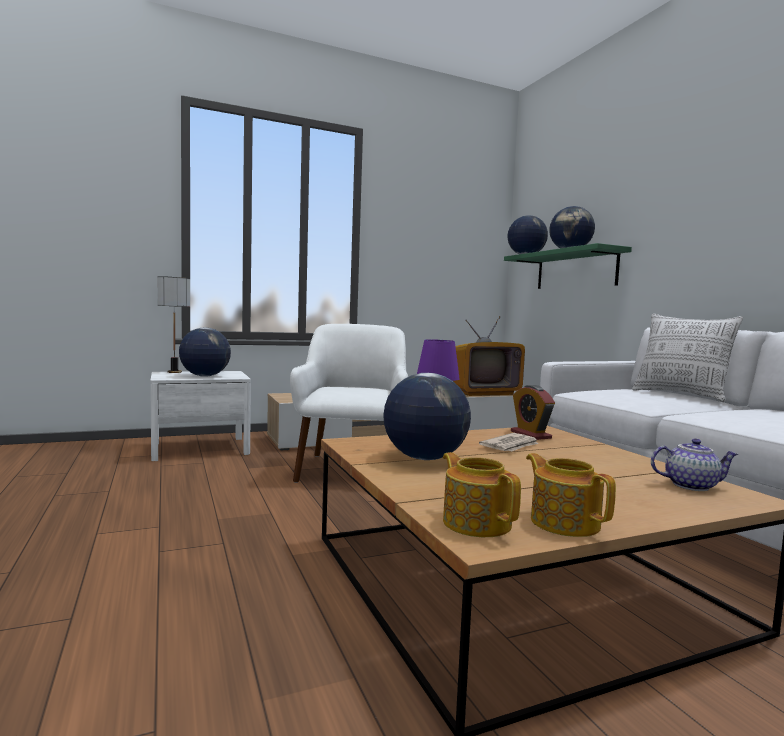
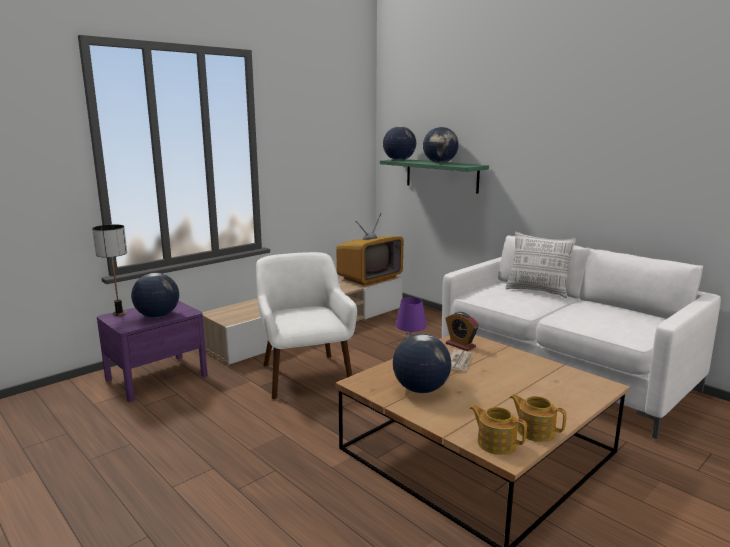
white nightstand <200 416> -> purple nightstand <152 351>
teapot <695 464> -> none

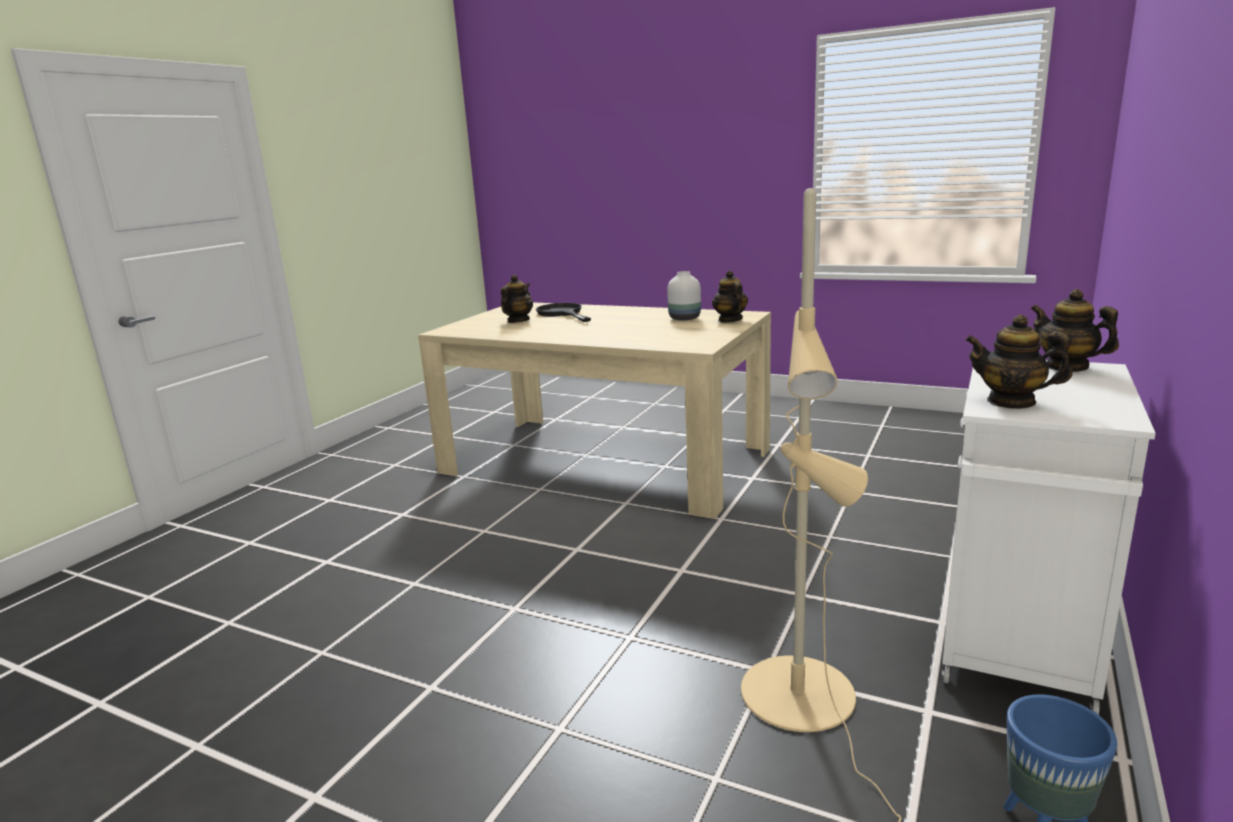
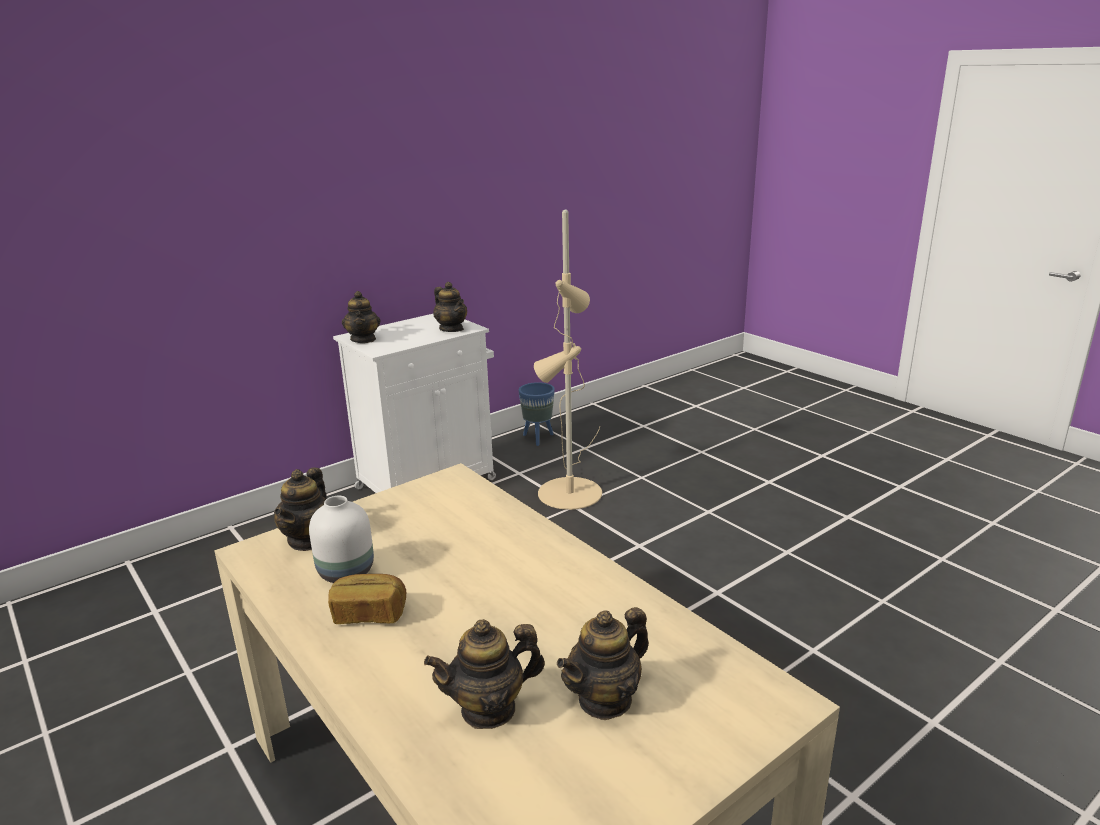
none -> bread <367 599>
black frying pan <563 312> -> teapot <484 674>

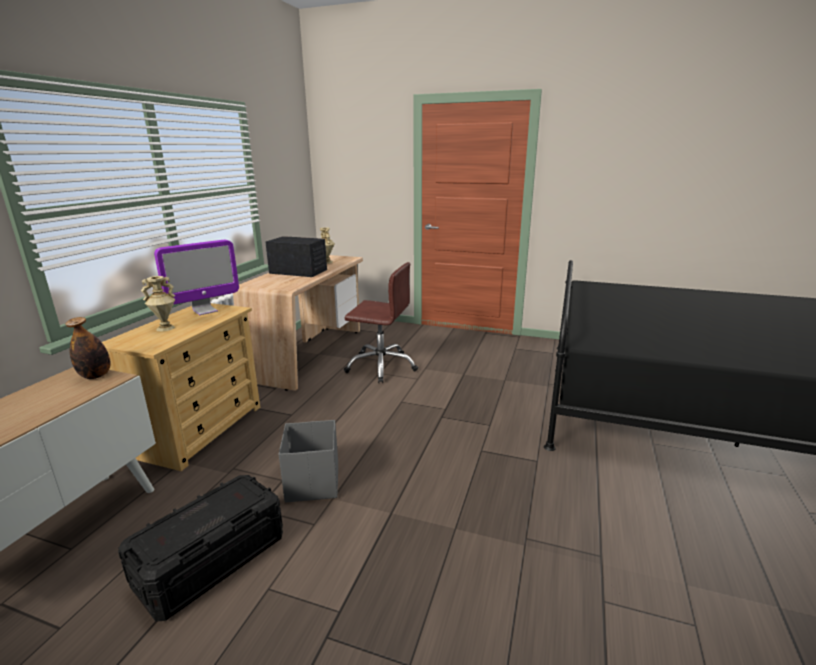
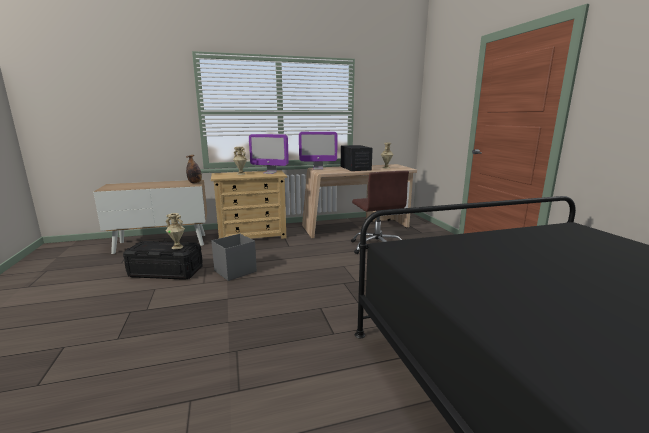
none -> beige vase <175 231>
none -> monitor <318 150>

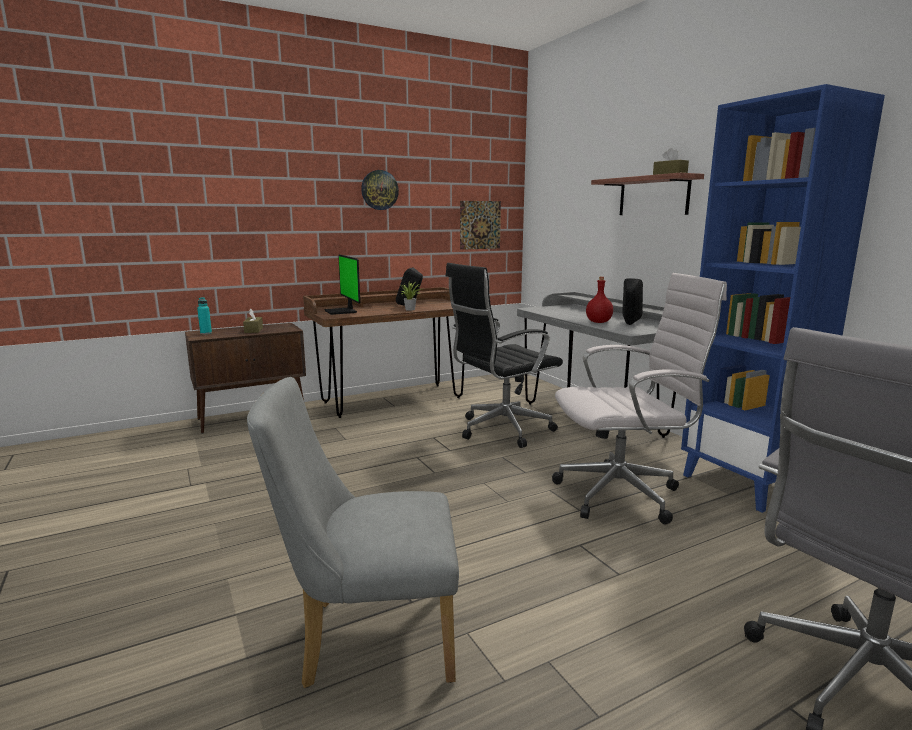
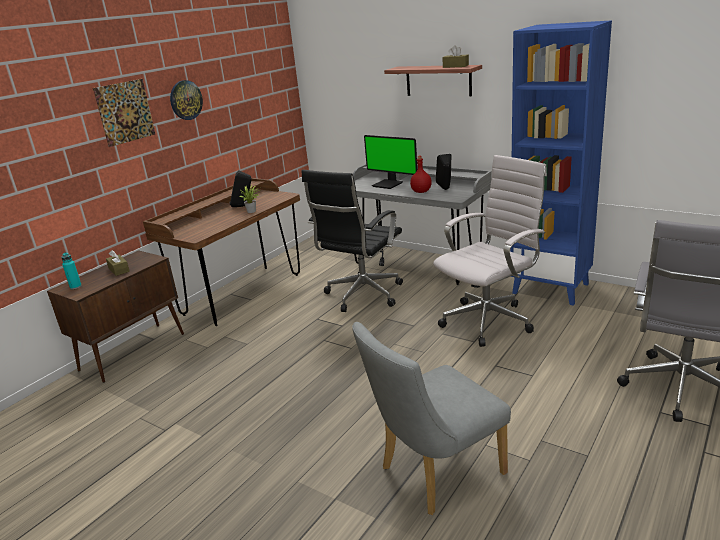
picture <480 225> -> picture <124 113>, shifted
monitor <342 284> -> monitor <391 162>, shifted

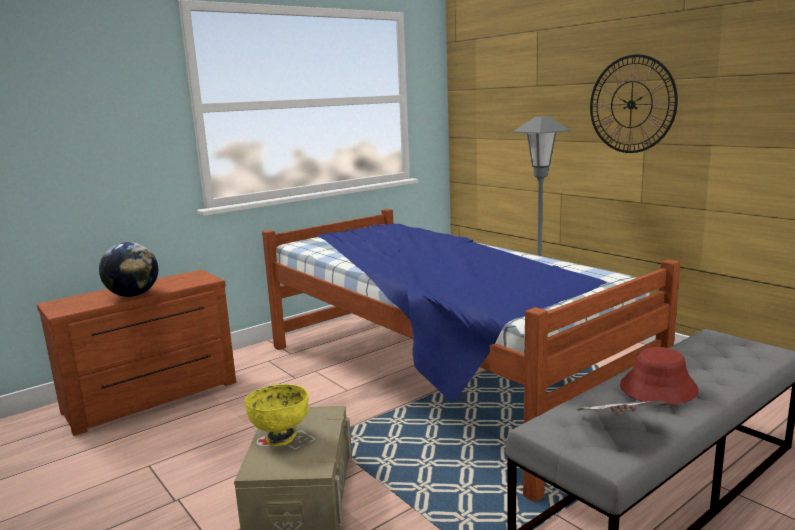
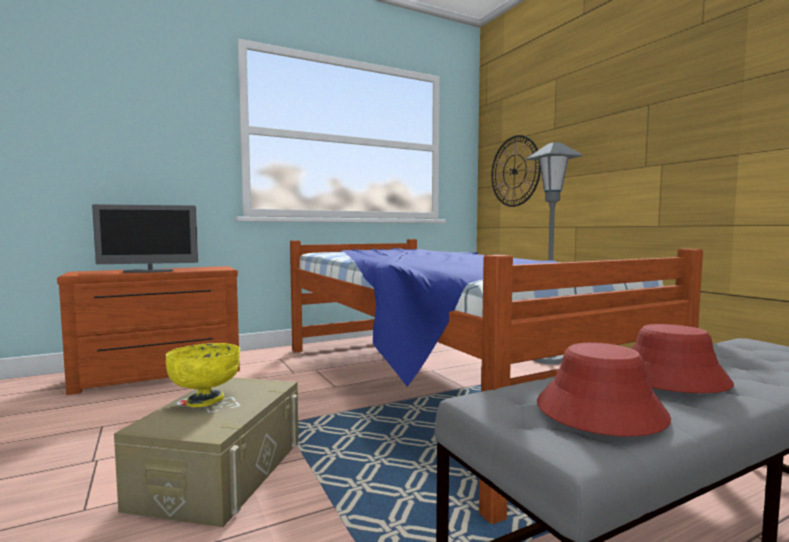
globe <128 269> -> monitor <145 238>
wall clock <634 103> -> wall clock <516 171>, shifted
newspaper <621 408> -> red hat <604 389>

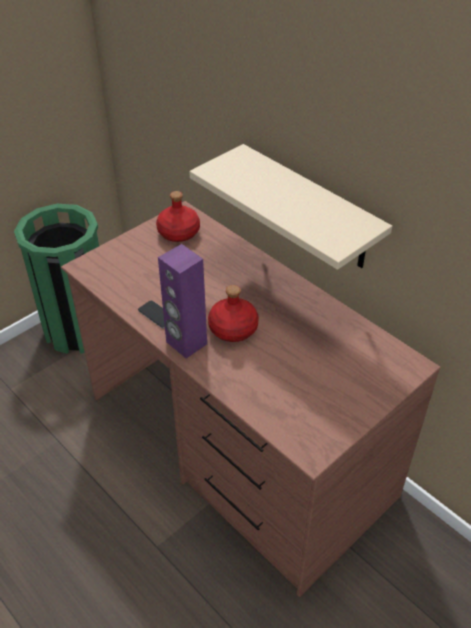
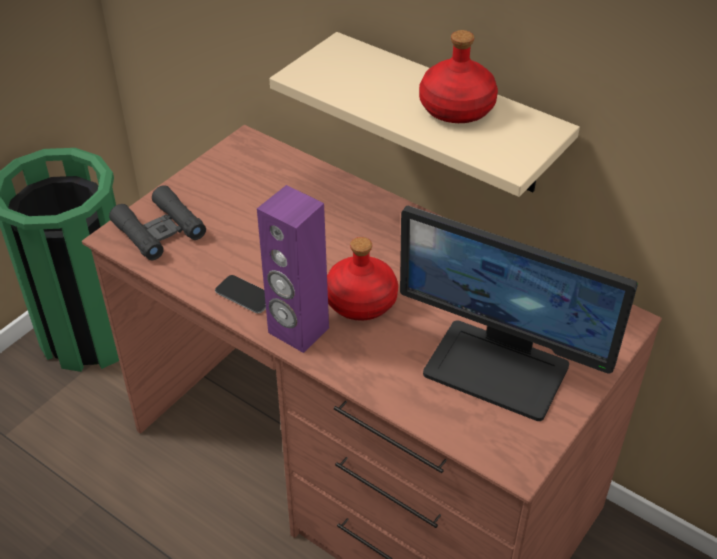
none -> black binoculars <157 222>
none -> monitor <519 313>
red bottle <178 216> -> red bottle <458 76>, shifted

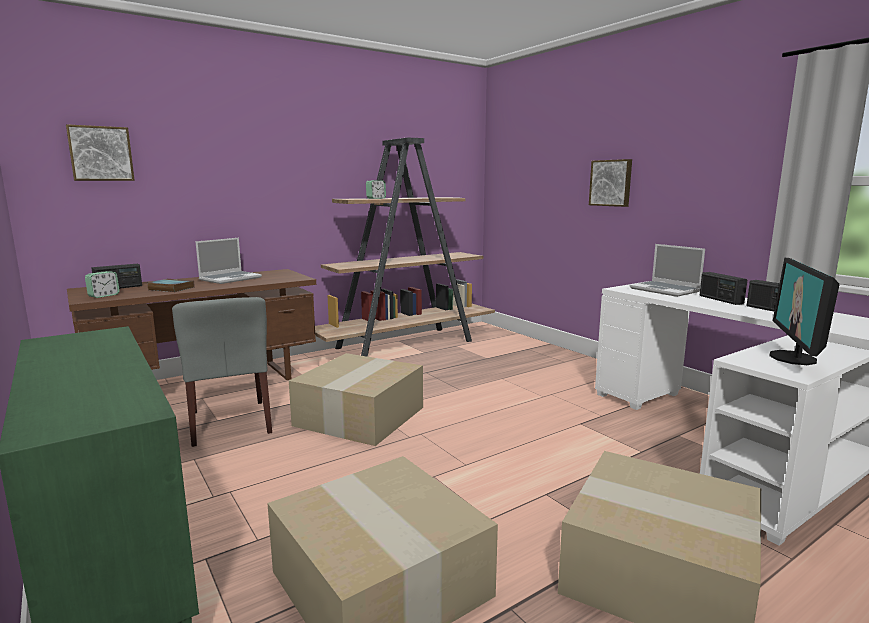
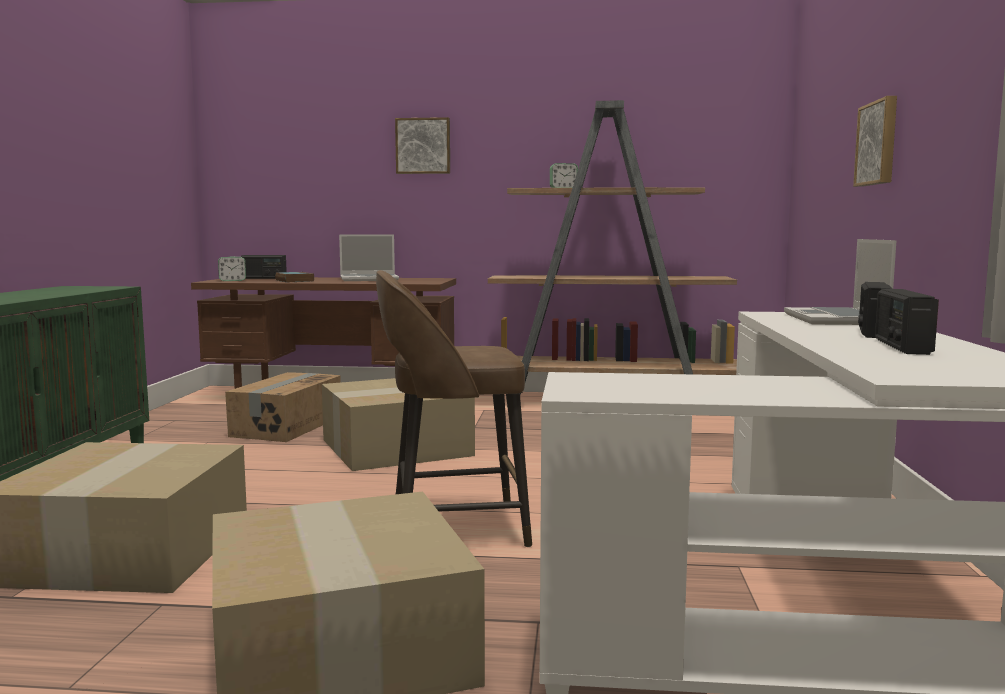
grey chair <222 372> -> cardboard box <283 407>
none -> brown stool <454 408>
picture <100 152> -> picture <422 145>, shifted
monitor <804 311> -> none

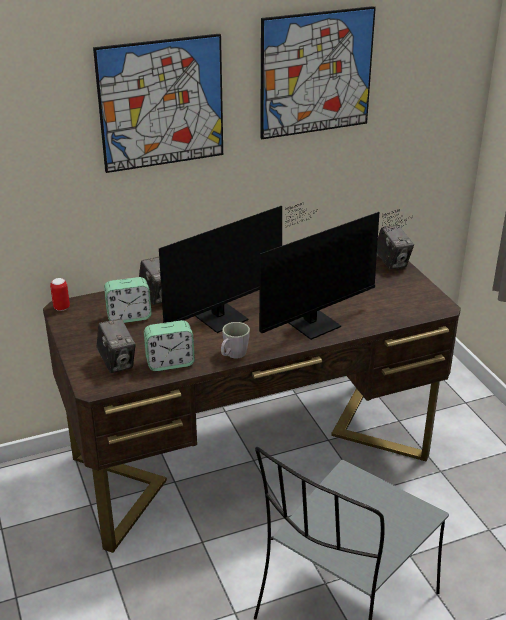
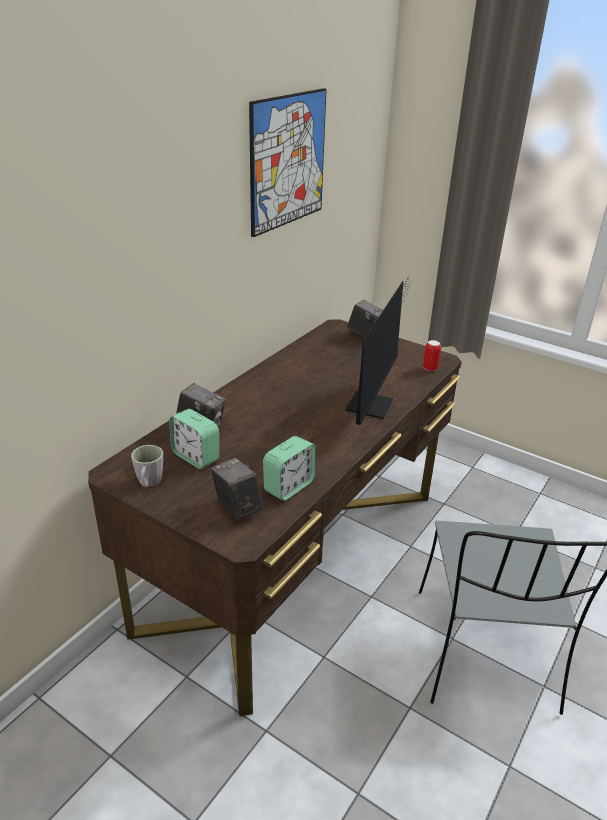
grey mug <235 340> -> grey mug <147 466>, shifted
alarm clock <128 300> -> alarm clock <194 439>, 90 degrees clockwise
photo camera <116 345> -> photo camera <237 489>, 150 degrees counterclockwise
can <60 294> -> can <432 355>, shifted
picture <158 103> -> none
monitor <238 268> -> none

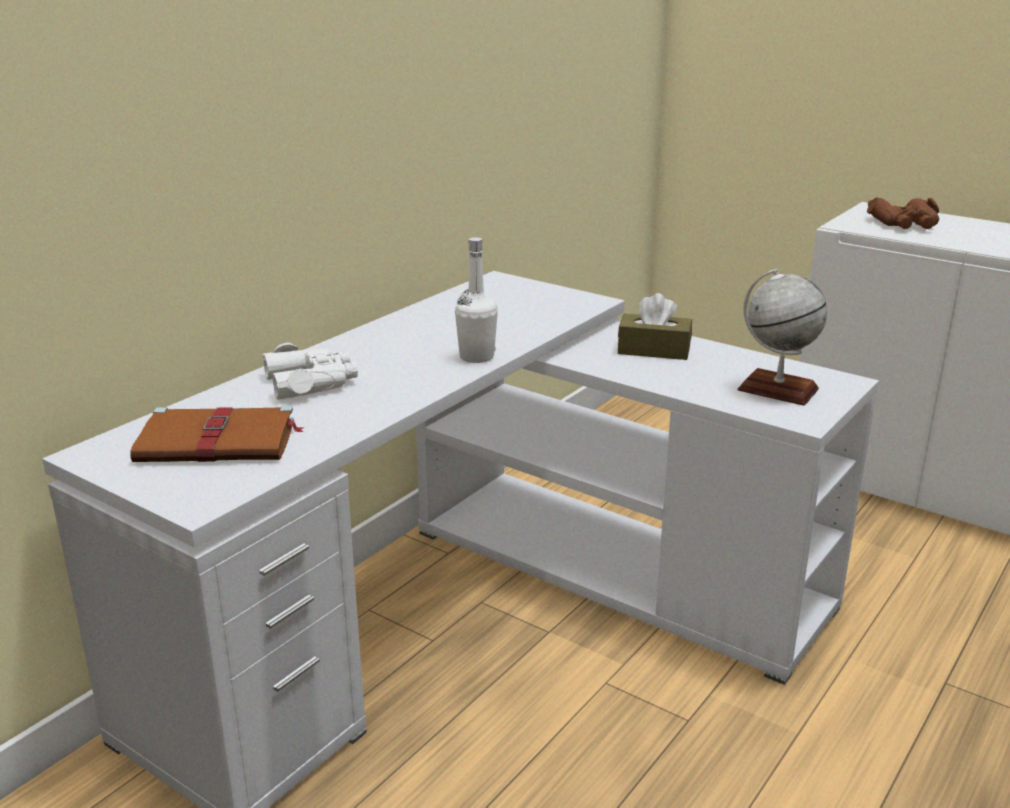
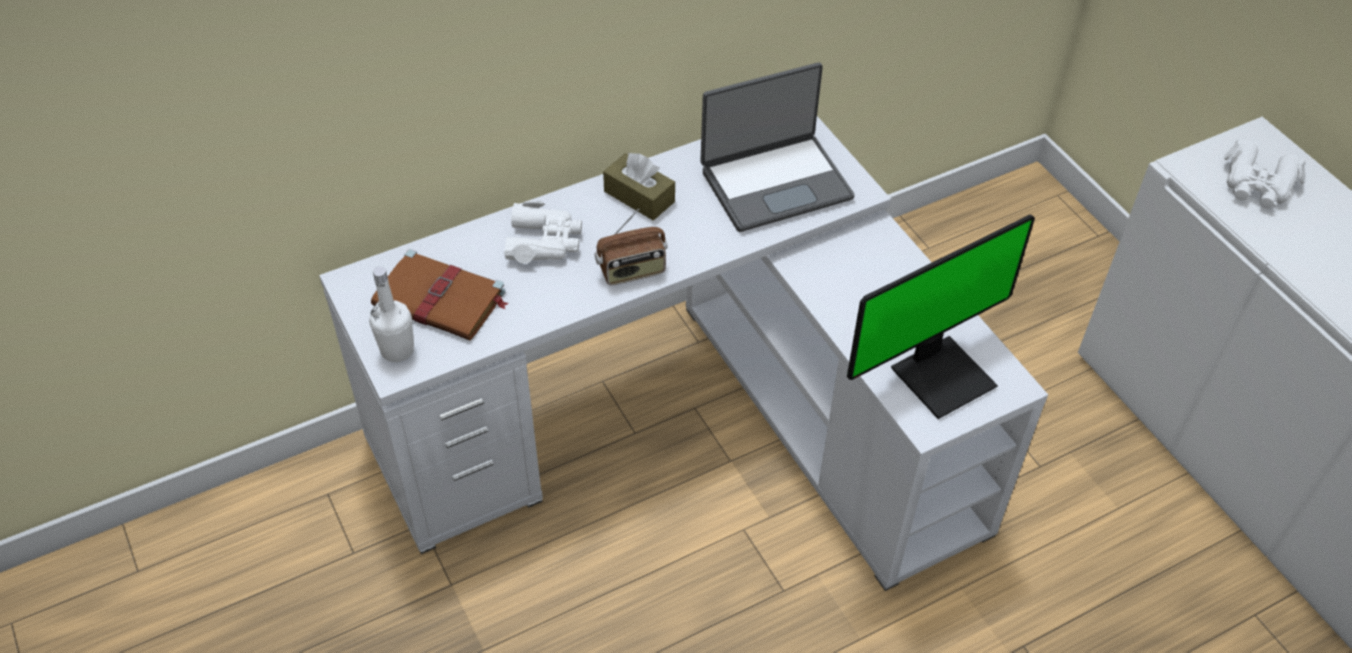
white bottle <476 300> -> white bottle <391 314>, shifted
none -> radio <631 247>
brown tissue box <655 326> -> brown tissue box <639 186>, shifted
none -> laptop <777 147>
globe <782 337> -> monitor <941 316>
brown binoculars <903 213> -> white binoculars <1265 174>

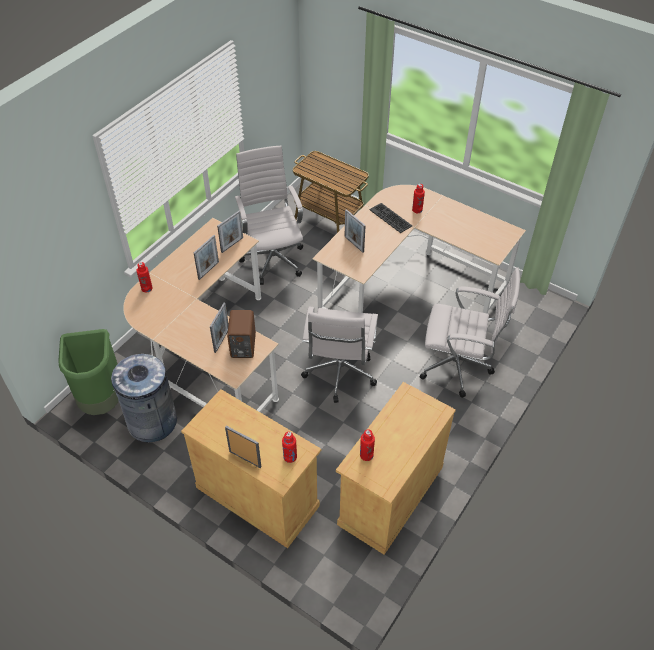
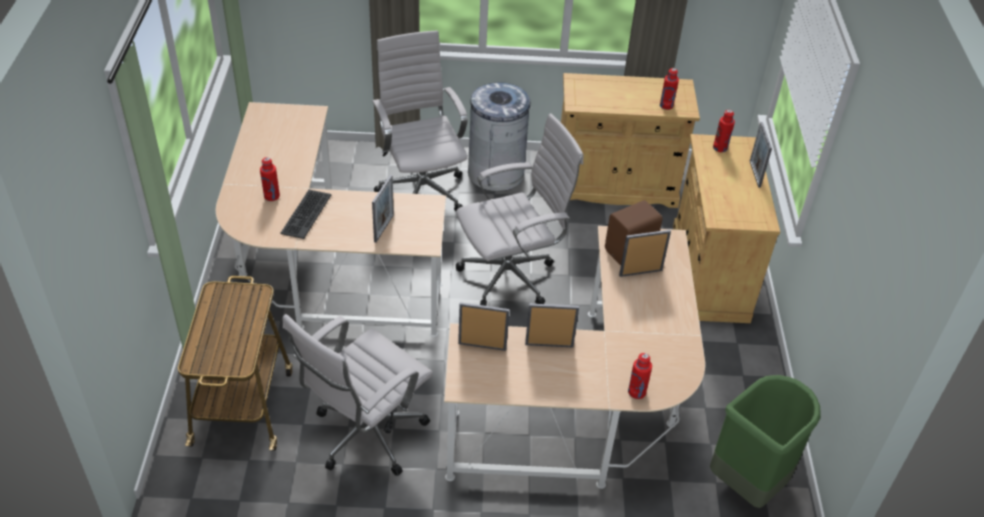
grey trash can <144 398> -> grey trash can <500 137>, shifted

